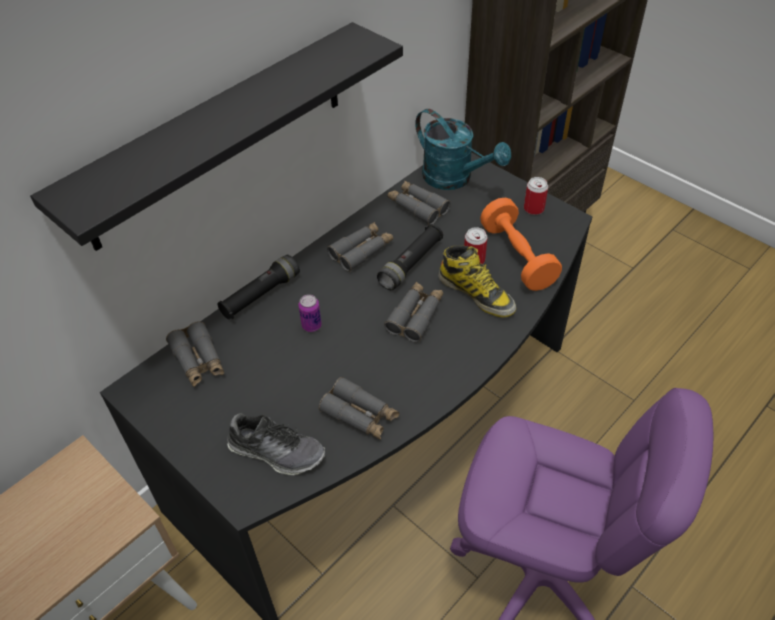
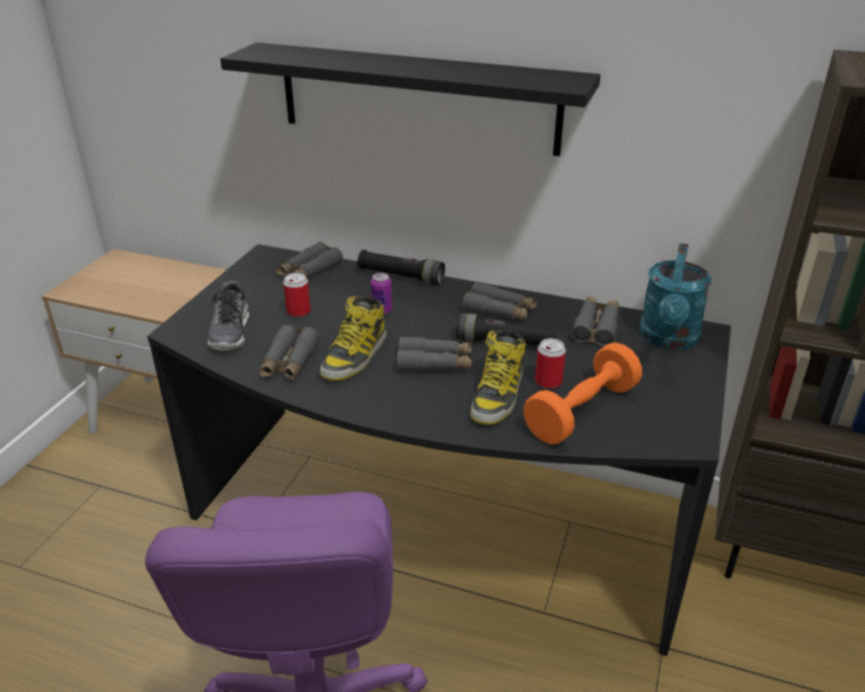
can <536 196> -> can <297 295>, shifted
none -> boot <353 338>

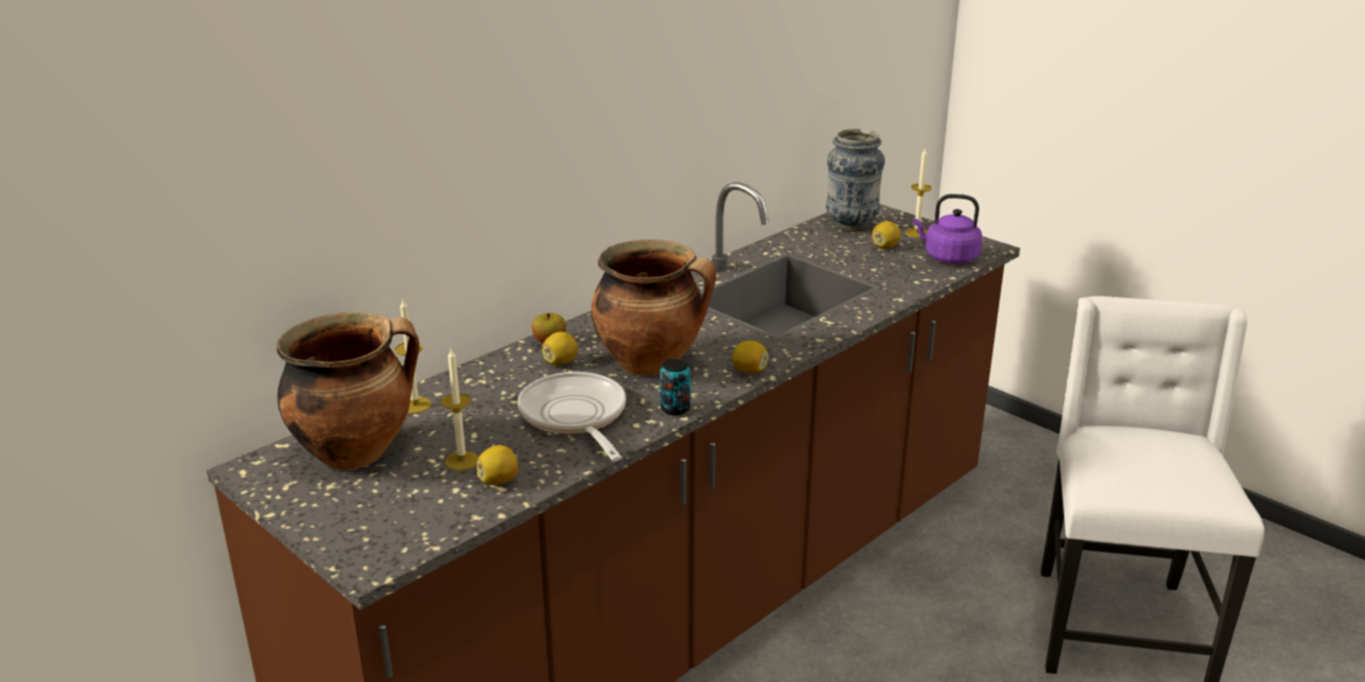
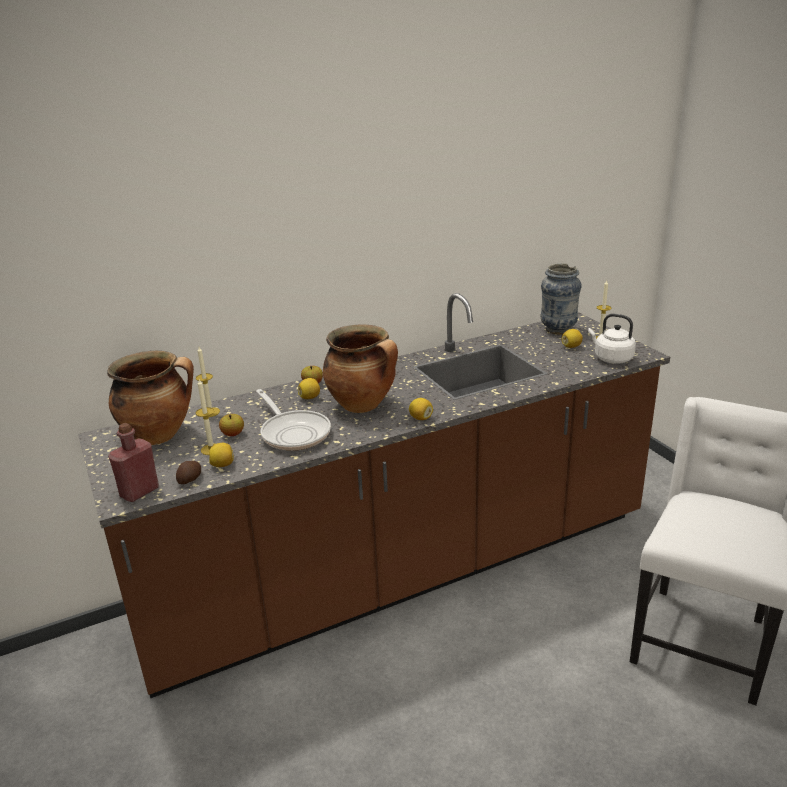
none -> red bottle <133 462>
none -> potato <188 472>
none -> apple <231 425>
frying pan <572 416> -> frying pan <293 420>, 150 degrees clockwise
purple kettle <947 229> -> white kettle <612 339>
can <675 386> -> none

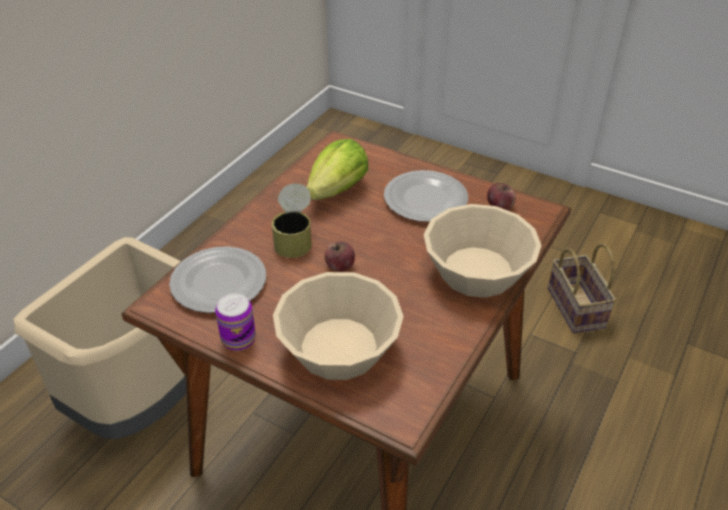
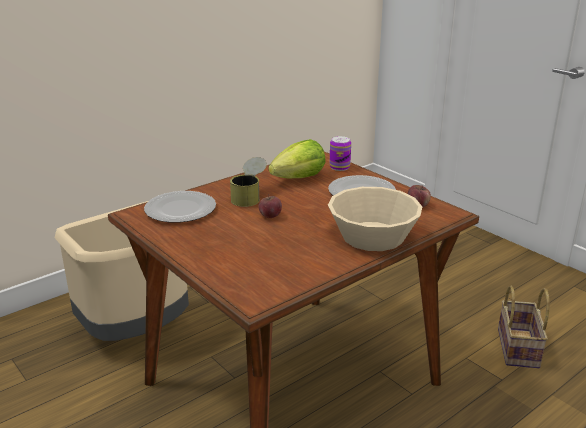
can <235 322> -> can <340 153>, shifted
beige bowl <338 326> -> none

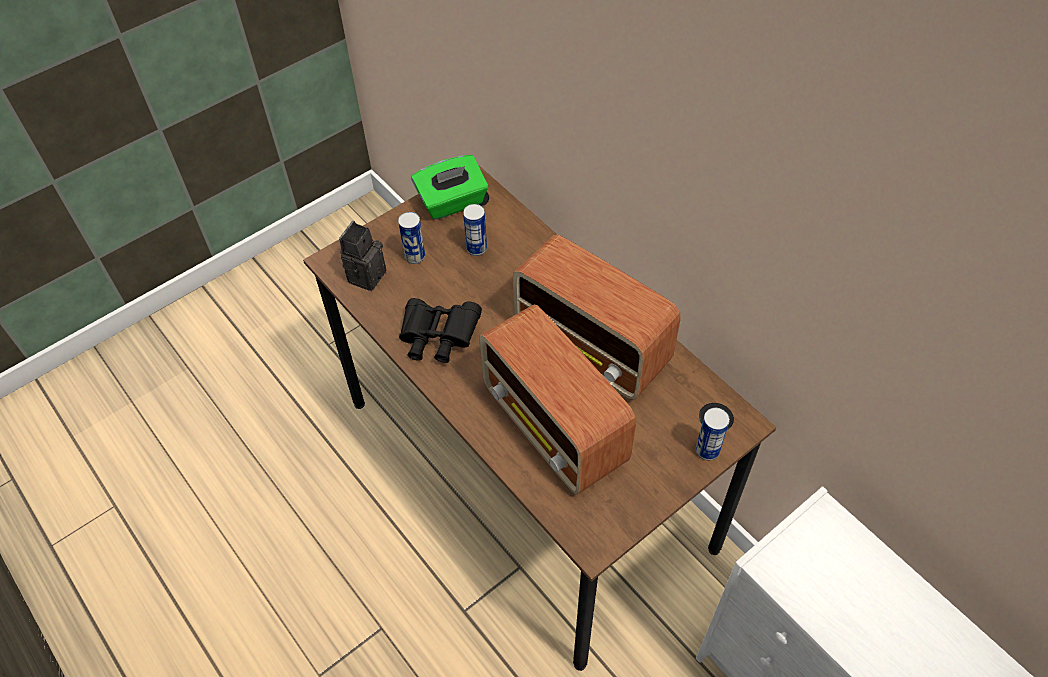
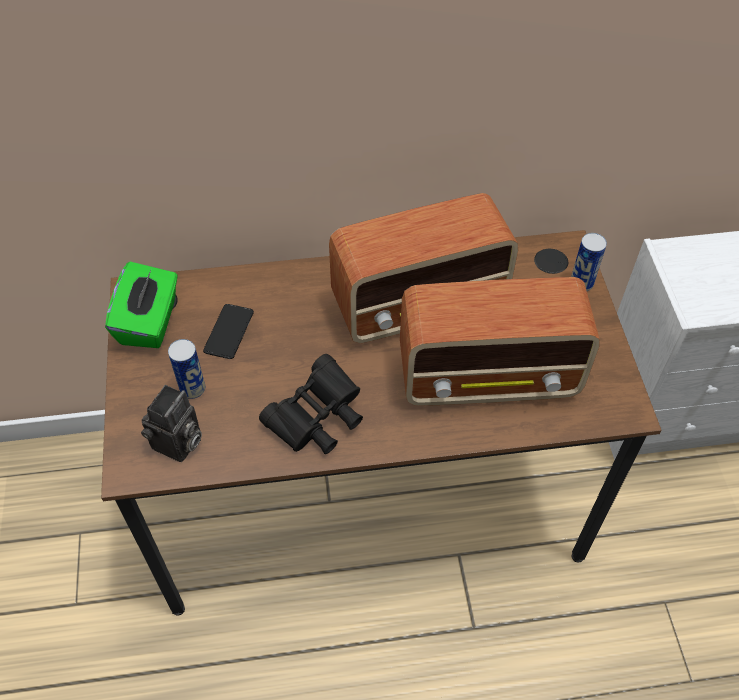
photo camera <363 256> -> photo camera <171 423>, 120 degrees counterclockwise
can <475 230> -> phone <228 331>

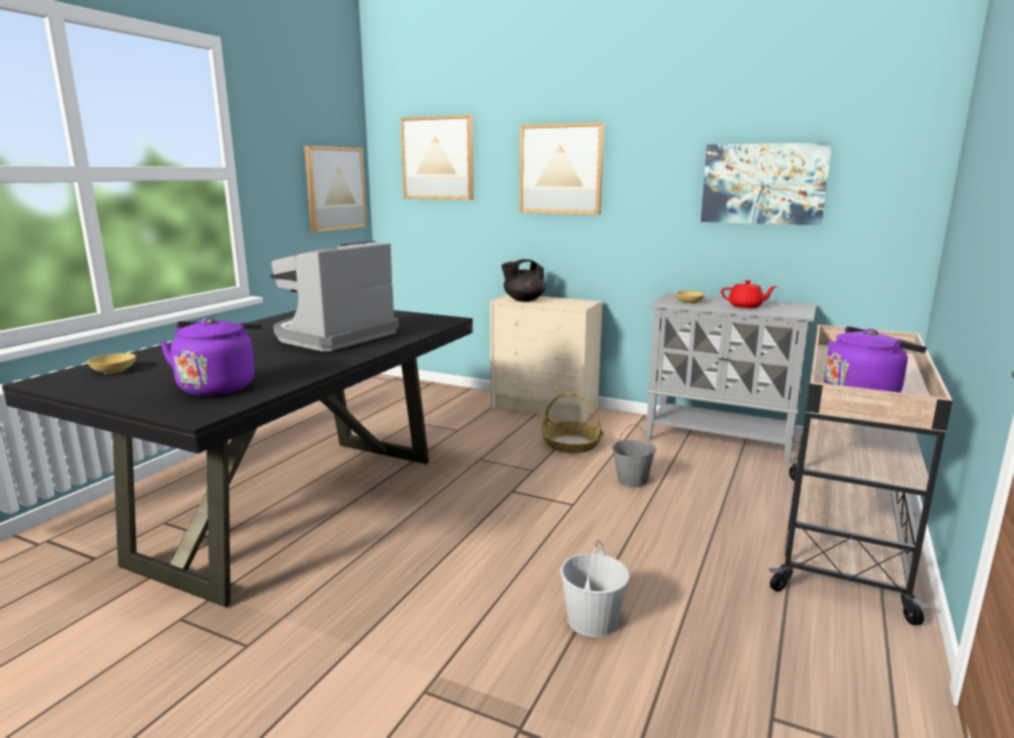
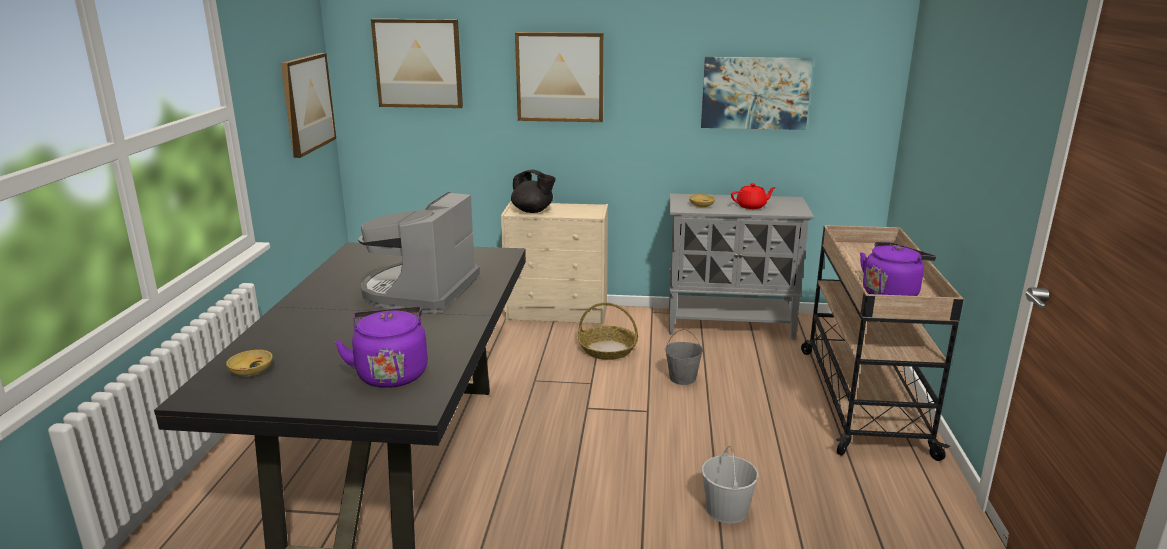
black teapot <523 280> -> black teapot <533 191>, 105 degrees counterclockwise

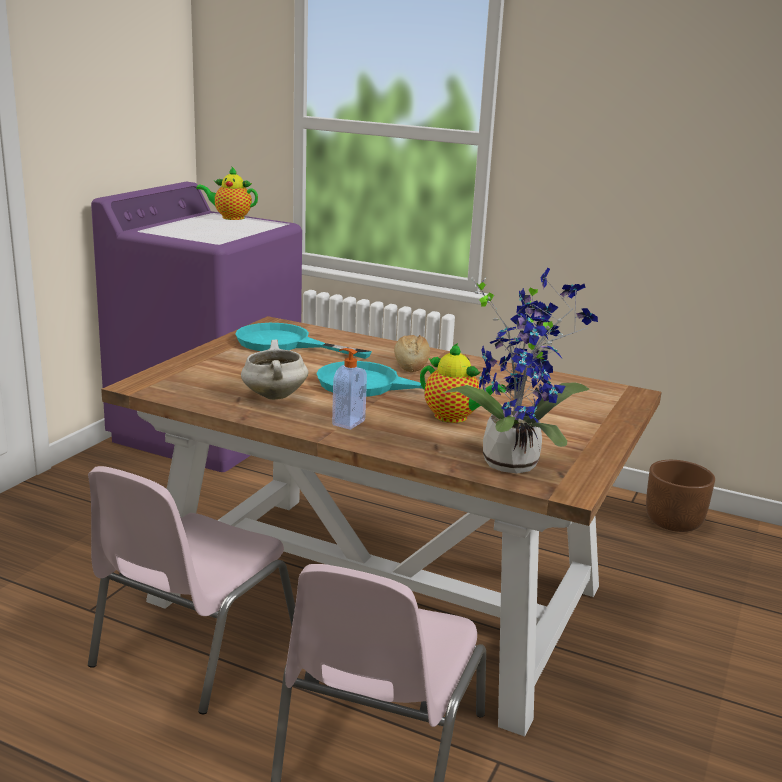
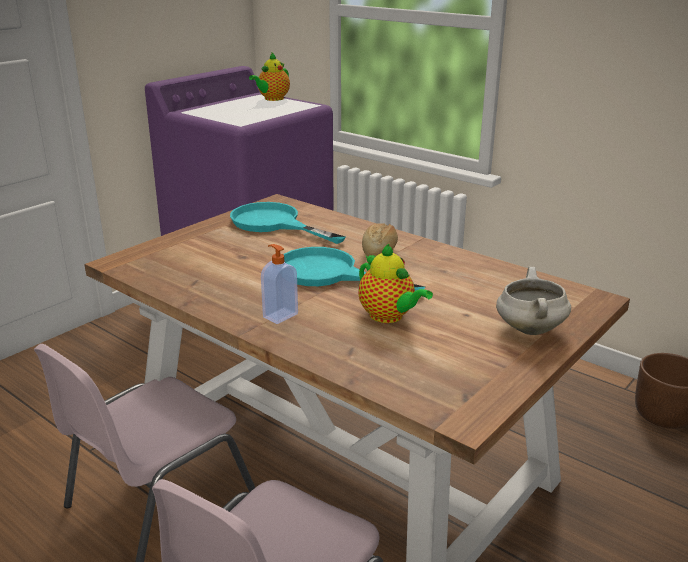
teapot <227 193> -> teapot <269 76>, 75 degrees counterclockwise
white cooking pot <274 370> -> white cooking pot <533 301>, shifted
potted plant <520 371> -> none

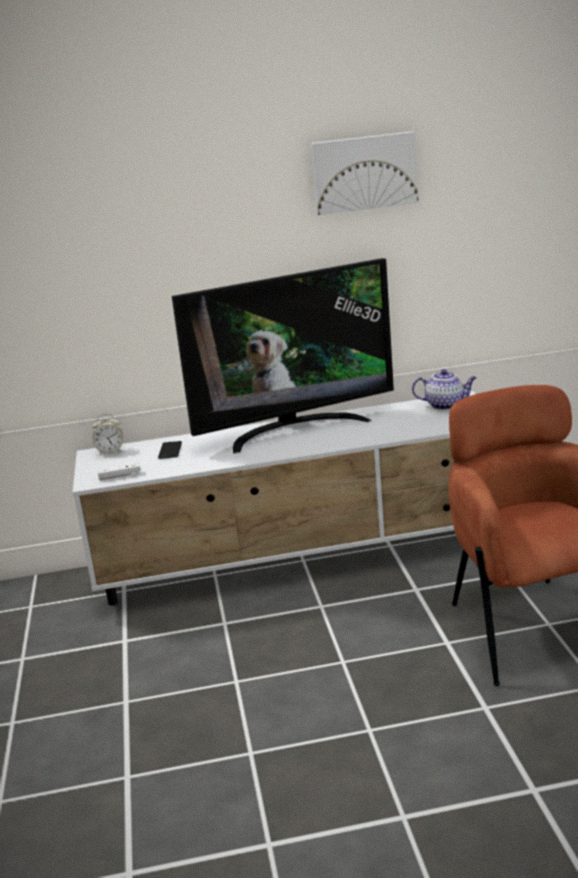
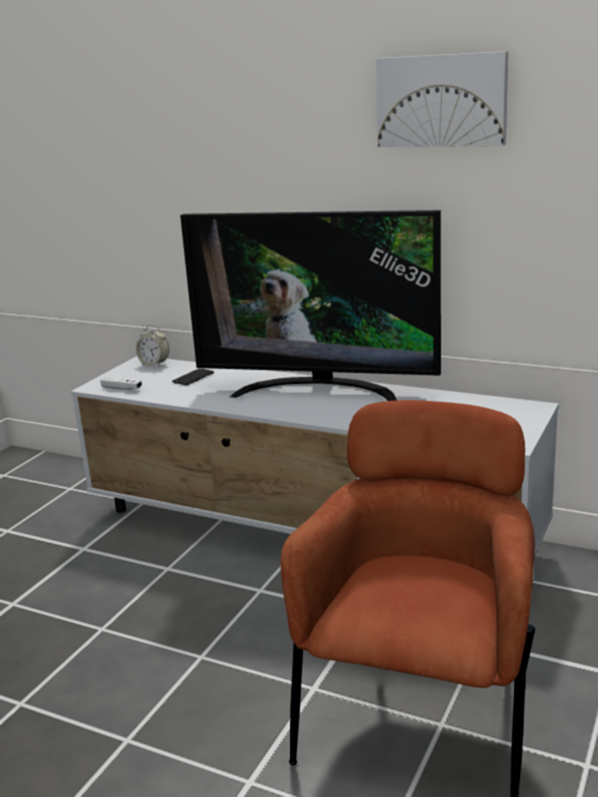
teapot <444 389> -> none

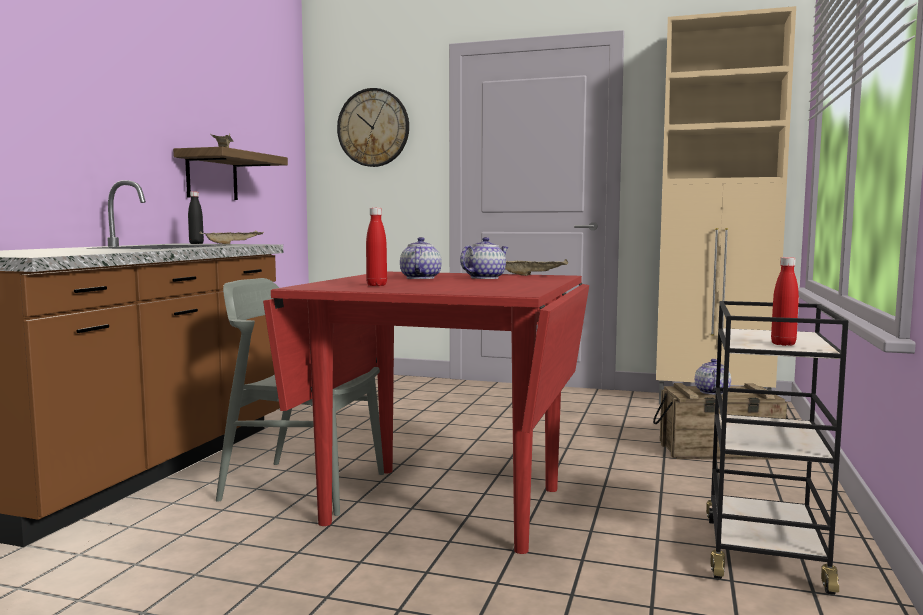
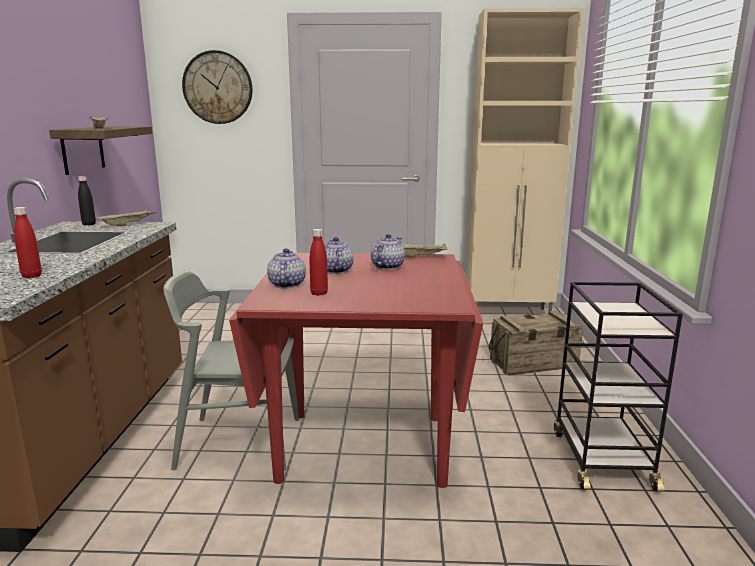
red bottle <785 301> -> red bottle <27 242>, shifted
teapot <713 377> -> teapot <286 268>, shifted

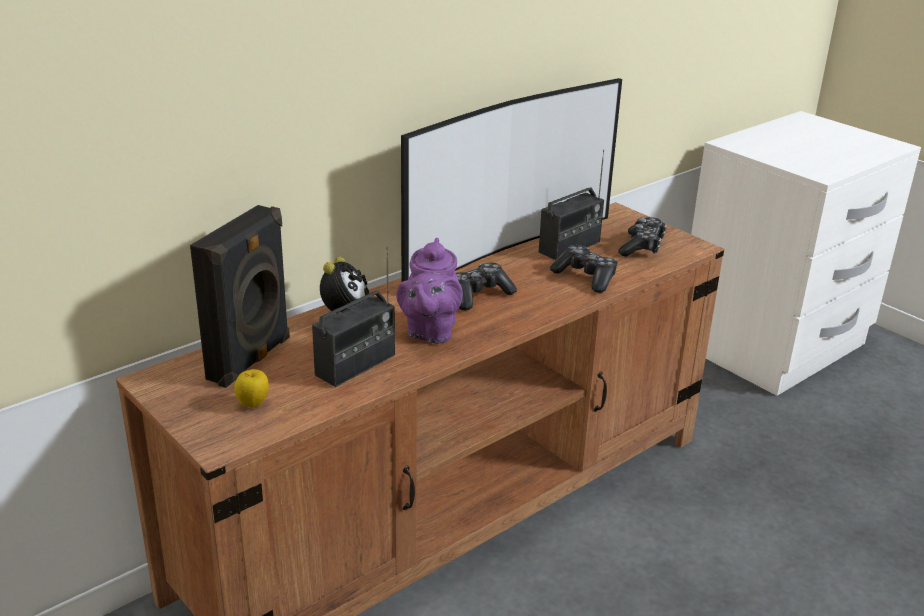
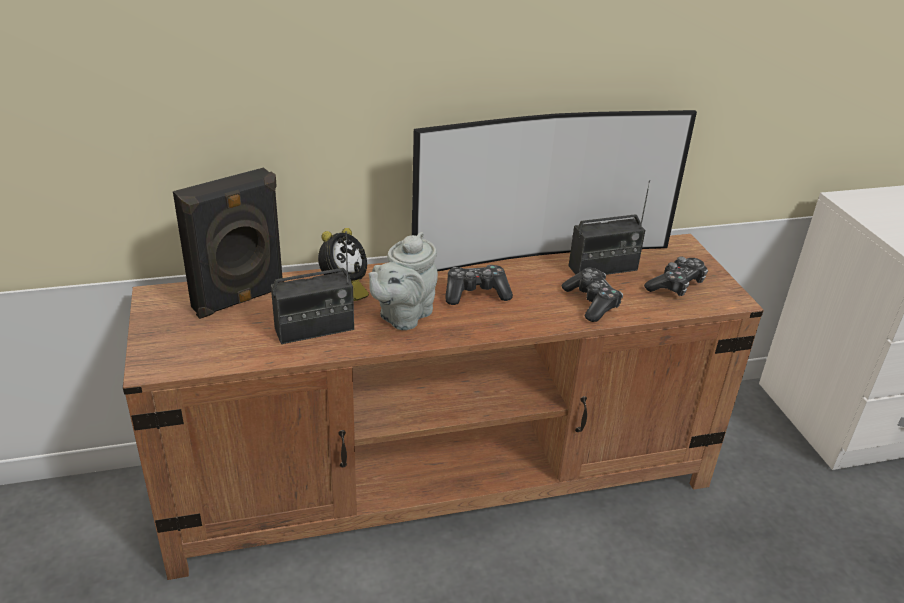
purple teapot <429 291> -> grey teapot <403 281>
apple <251 388> -> none

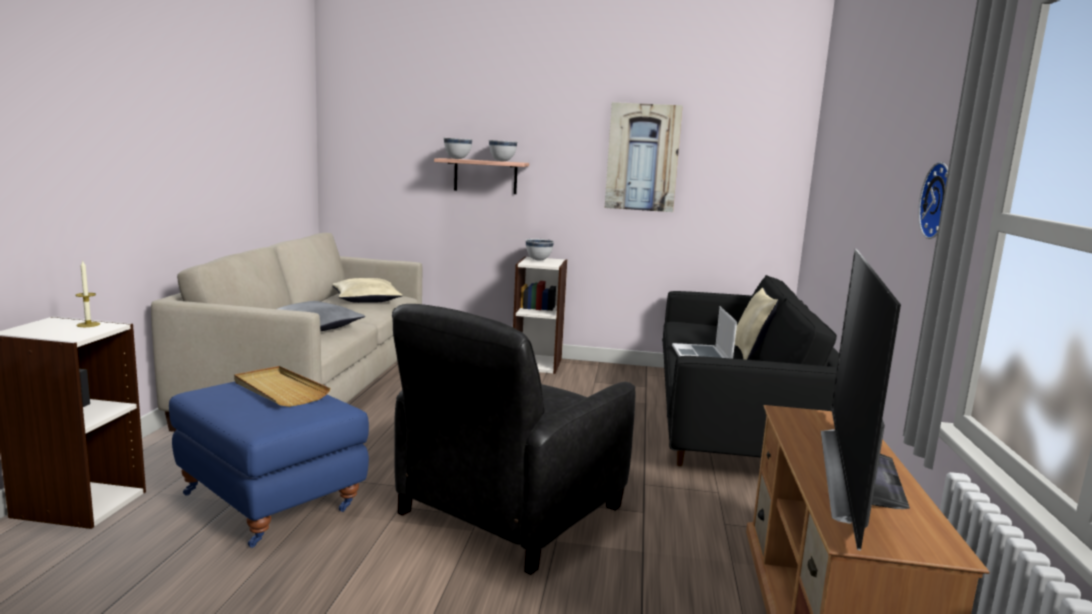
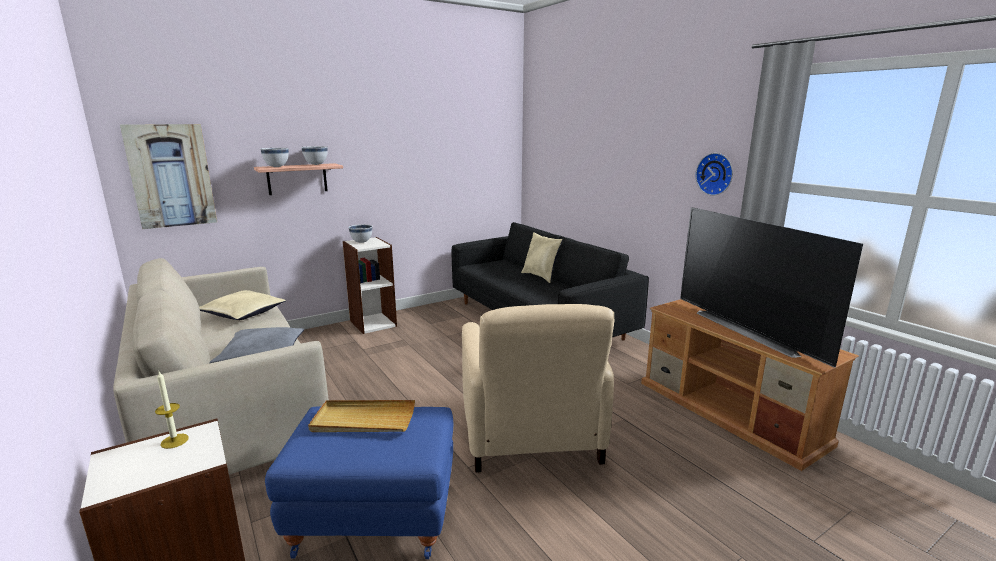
picture <644 157> -> picture <168 176>, shifted
black armchair <514 439> -> beige armchair <538 388>
laptop <704 332> -> none

